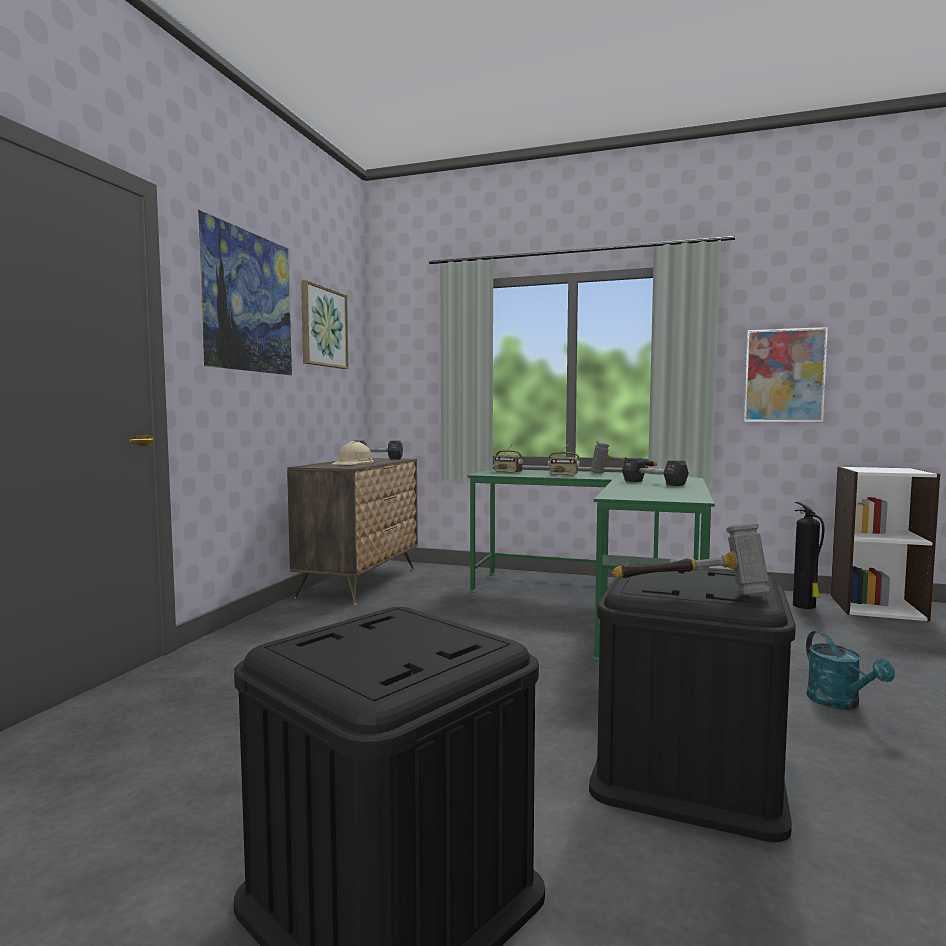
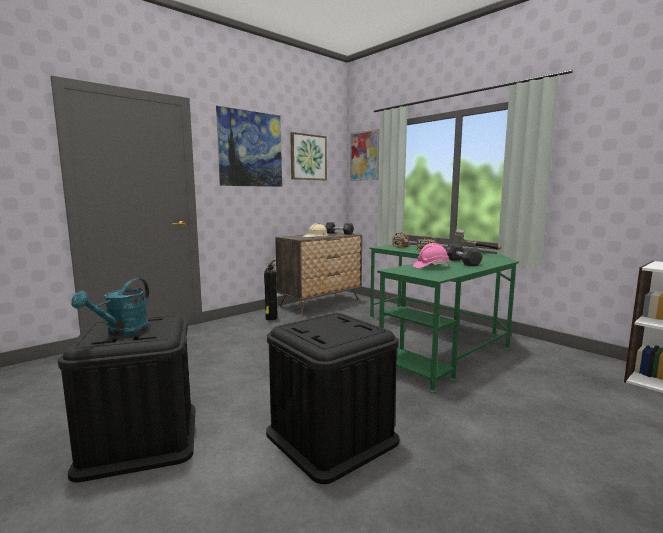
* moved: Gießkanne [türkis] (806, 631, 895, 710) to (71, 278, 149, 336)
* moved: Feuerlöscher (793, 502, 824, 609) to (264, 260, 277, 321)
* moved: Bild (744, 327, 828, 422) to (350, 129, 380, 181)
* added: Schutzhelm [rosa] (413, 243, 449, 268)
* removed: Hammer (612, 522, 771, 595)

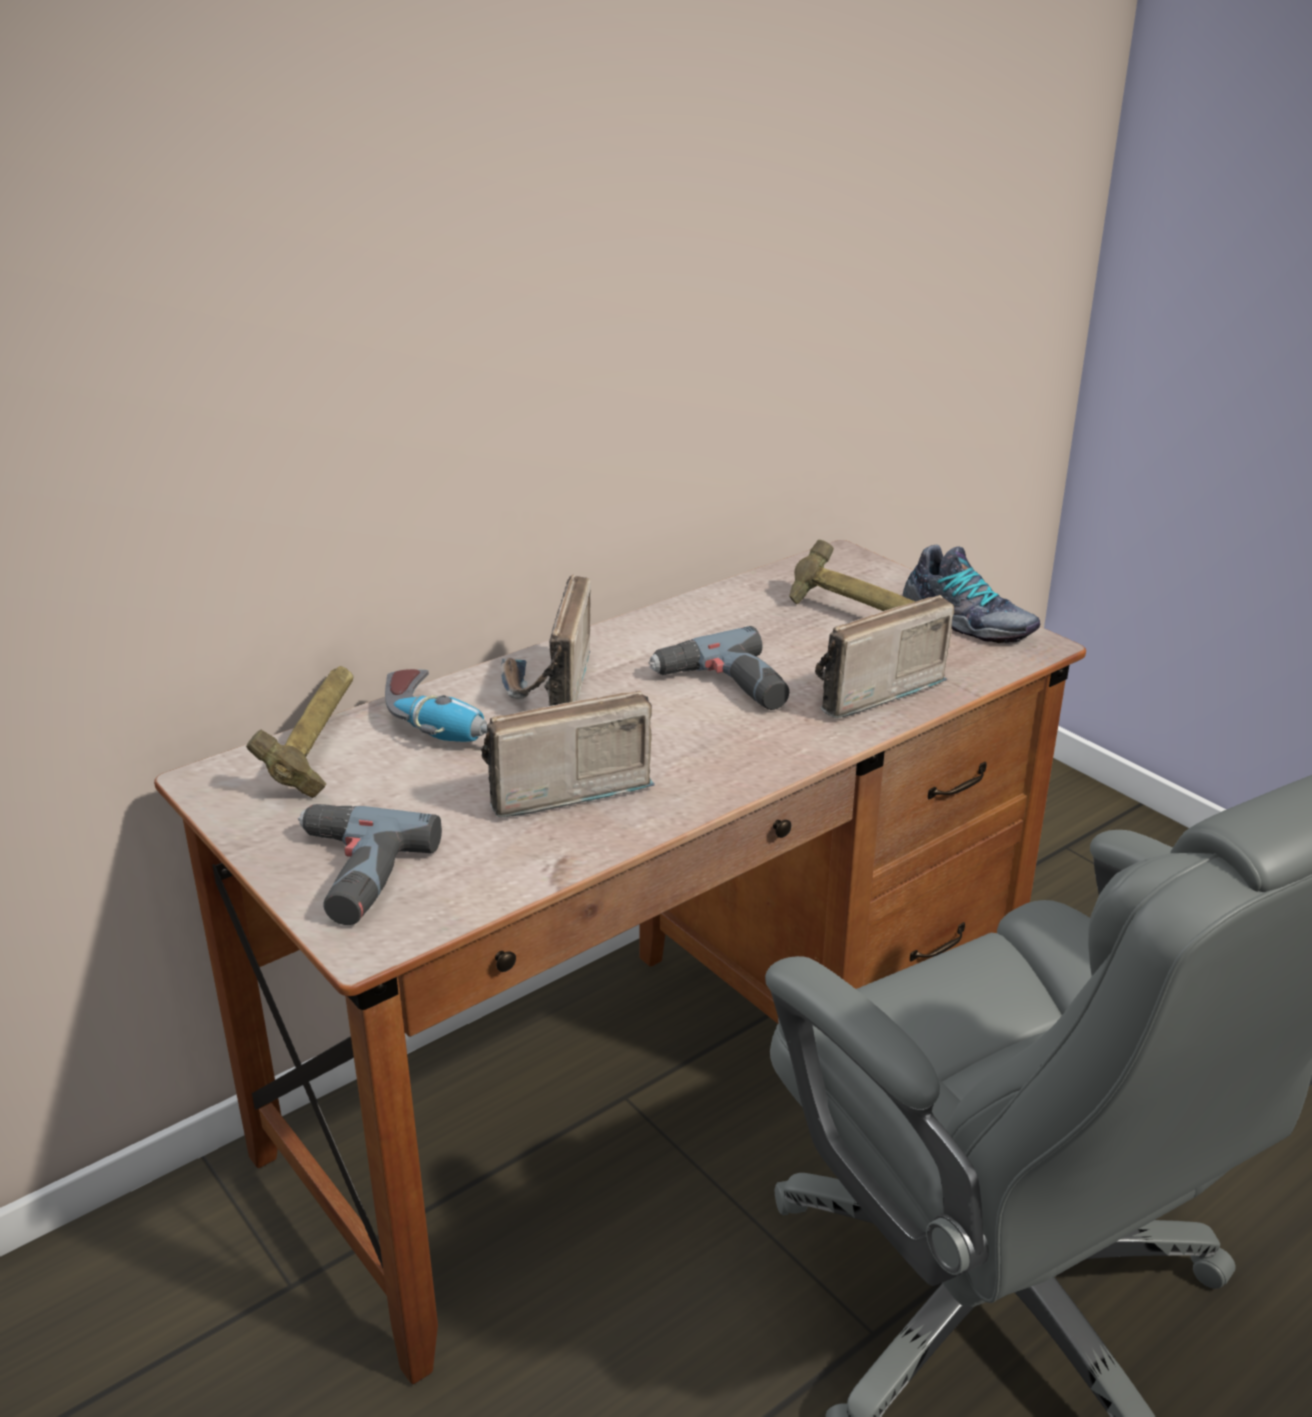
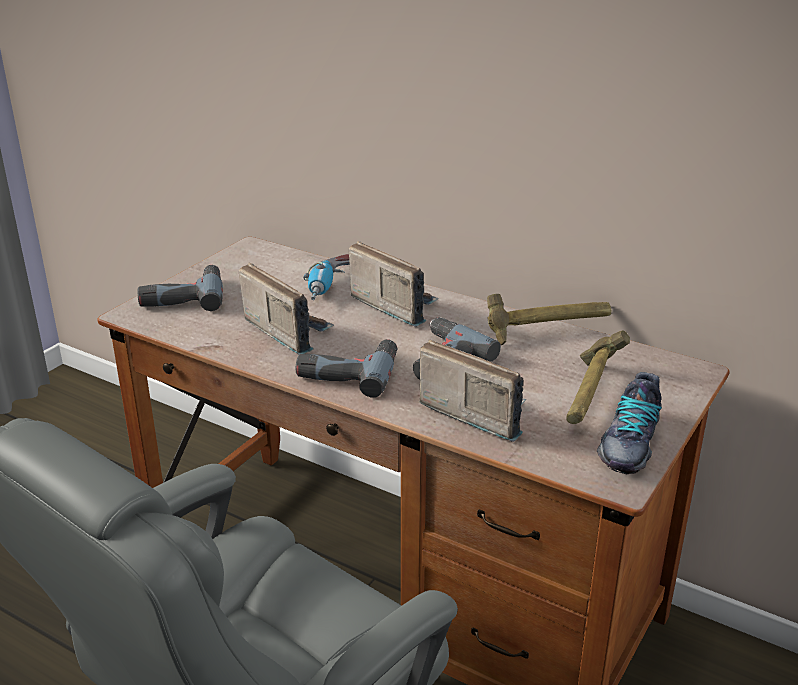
* added: Bohrmaschine (296, 339, 397, 398)
* turned: Radio (501, 575, 591, 706) = (349, 241, 439, 327) 60 degrees clockwise
* moved: Hammer (246, 666, 353, 798) to (487, 294, 611, 345)

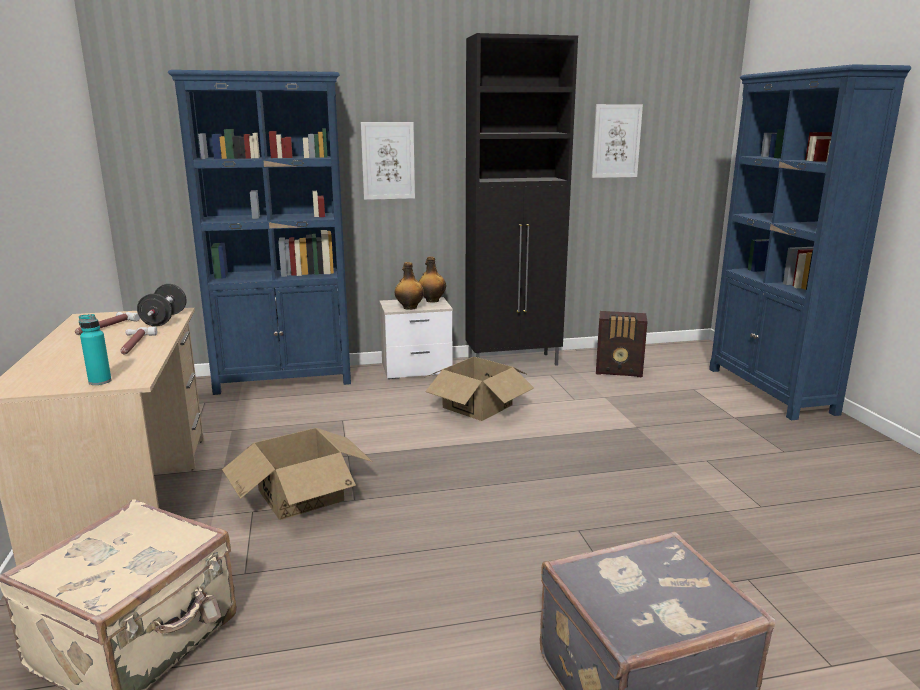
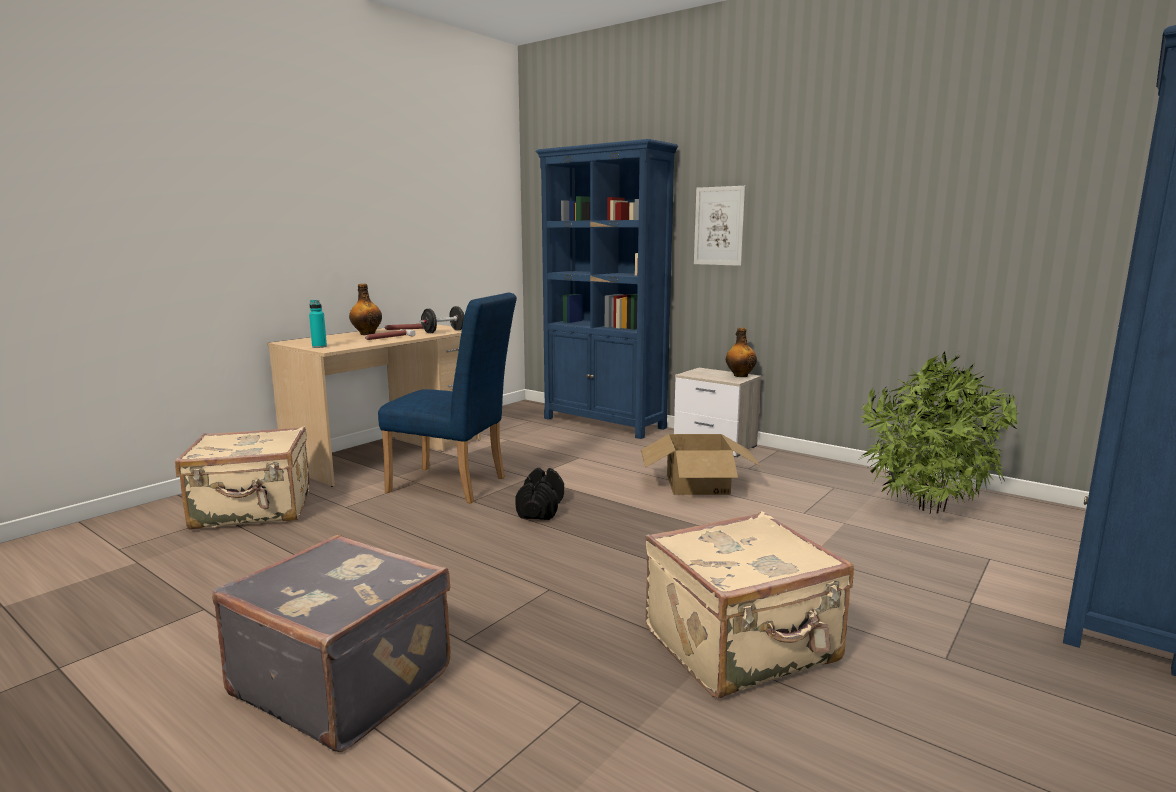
* moved: Flasche (395, 262, 424, 310) to (349, 284, 382, 335)
* replaced: Karton (222, 428, 373, 520) to Stuhl [blau] (378, 293, 517, 503)
* added: Hantel [schwarz] (515, 468, 564, 520)
* added: Koffer [beige] (646, 512, 854, 698)
* replaced: Radio (596, 311, 648, 377) to Topfpflanze (860, 350, 1019, 514)
* removed: Schrank [schwarz] (465, 33, 578, 366)
* removed: Bild (592, 104, 643, 178)

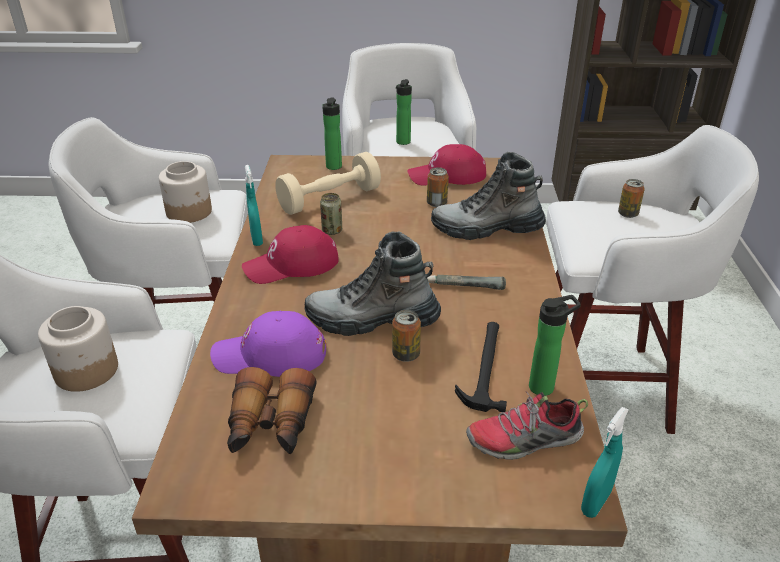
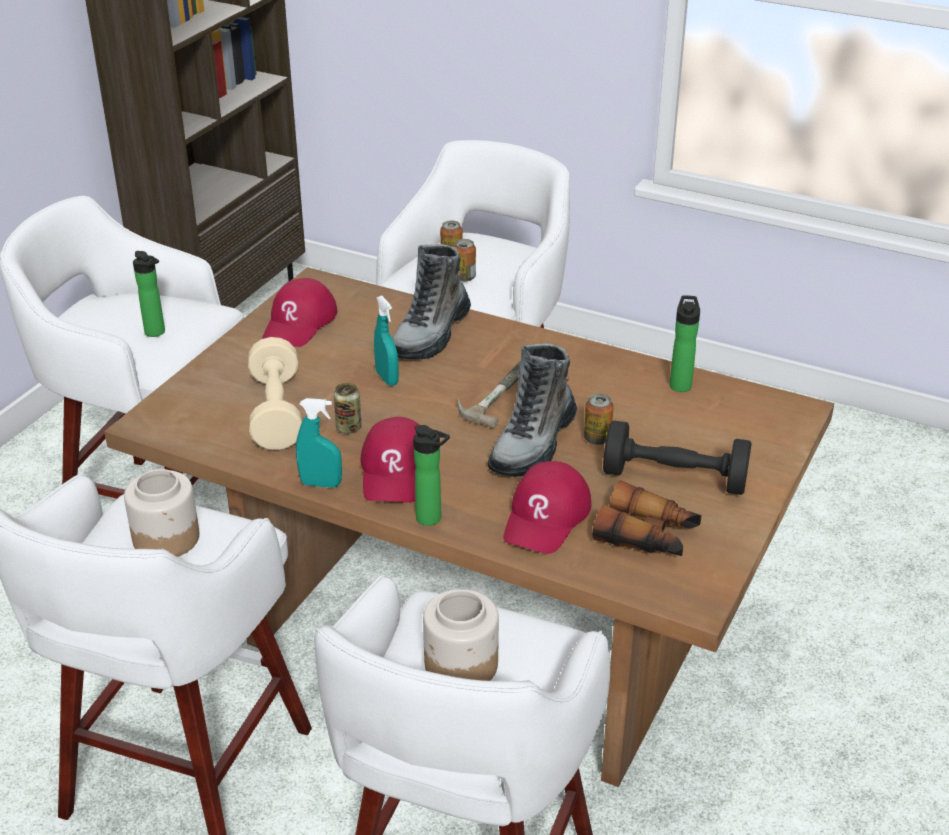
* moved: Sprühflasche [türkis] (581, 407, 629, 518) to (374, 296, 399, 386)
* moved: Flasche (322, 97, 342, 170) to (413, 425, 450, 526)
* moved: Dose (427, 167, 449, 207) to (454, 239, 476, 282)
* recoloured: Kappe [lila] (210, 311, 326, 377) to Kappe [rot] (503, 461, 592, 554)
* added: Hantel [schwarz] (603, 420, 752, 495)
* removed: Hammer (455, 322, 507, 412)
* removed: Schuh (466, 391, 588, 460)

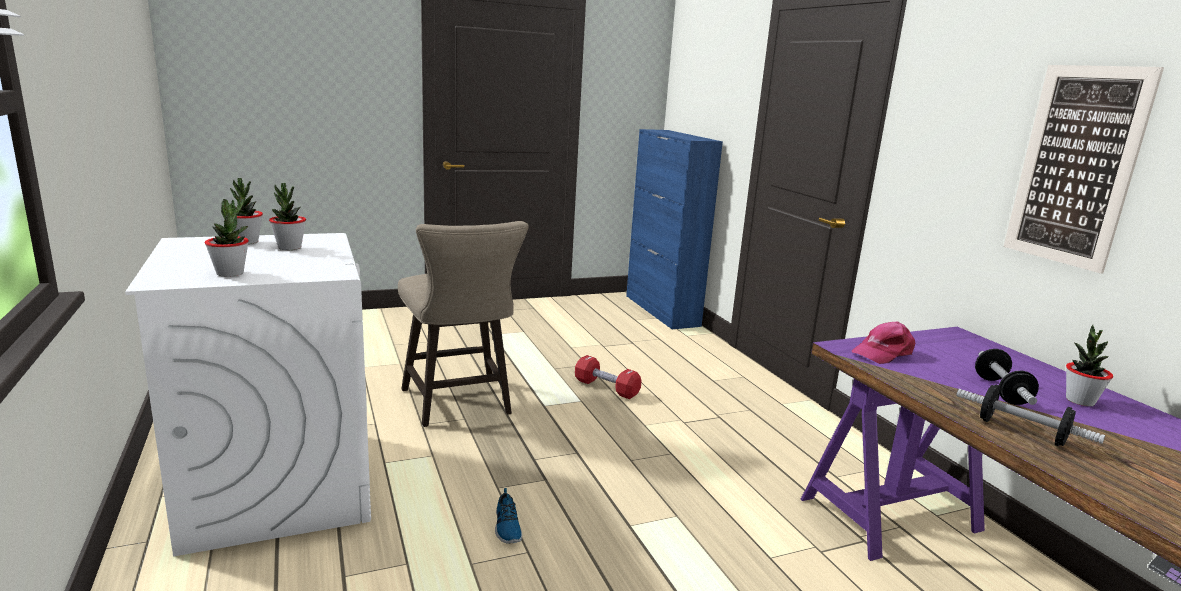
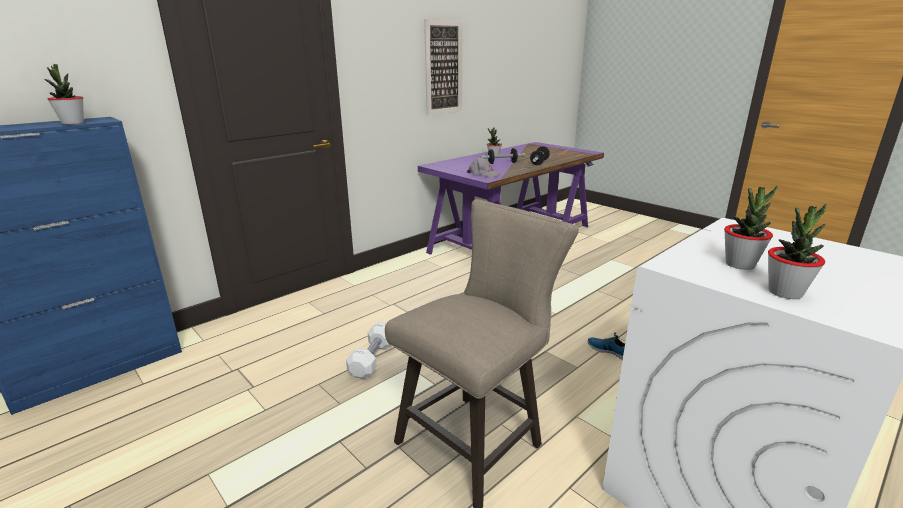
* moved: Topfpflanze (205, 199, 249, 277) to (44, 64, 84, 125)
* recoloured: Hantel [rot] (575, 355, 641, 399) to Hantel [weiß] (346, 322, 390, 379)
* recoloured: Kappe [rosa] (852, 321, 915, 364) to Kappe [grau] (467, 157, 501, 178)
* turned: Schuh (495, 488, 522, 544) = (588, 333, 625, 360) 105 degrees counterclockwise

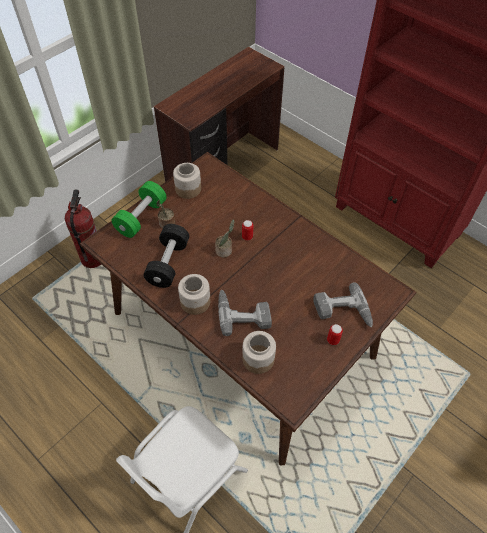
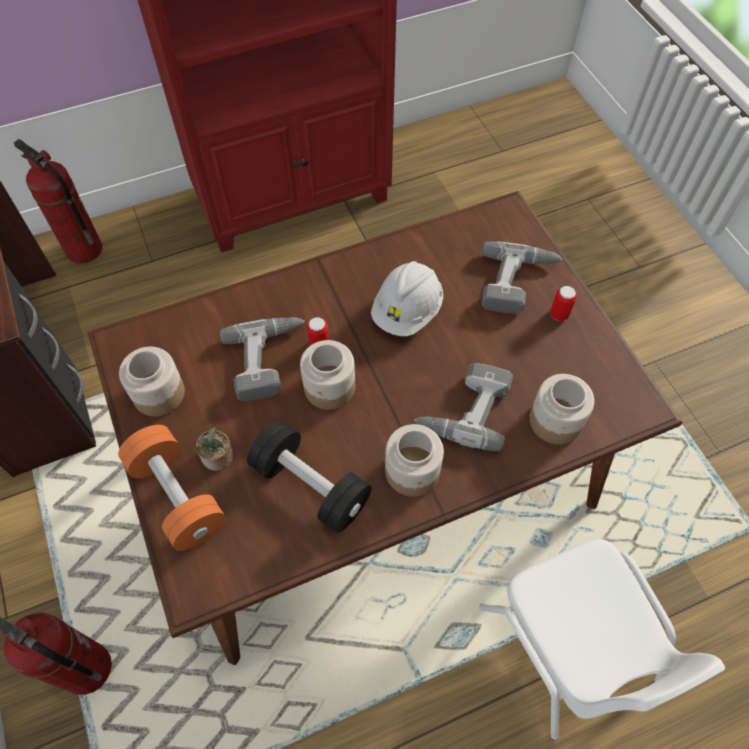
* added: Feuerlöscher (14, 139, 103, 263)
* recoloured: Hantel [grün] (112, 181, 167, 238) to Hantel [orange] (118, 425, 226, 551)
* added: Bohrmaschine (220, 317, 305, 401)
* replaced: Topfpflanze (215, 219, 235, 257) to Vorratsglas (300, 340, 355, 410)
* added: Schutzhelm [weiß] (371, 261, 443, 336)

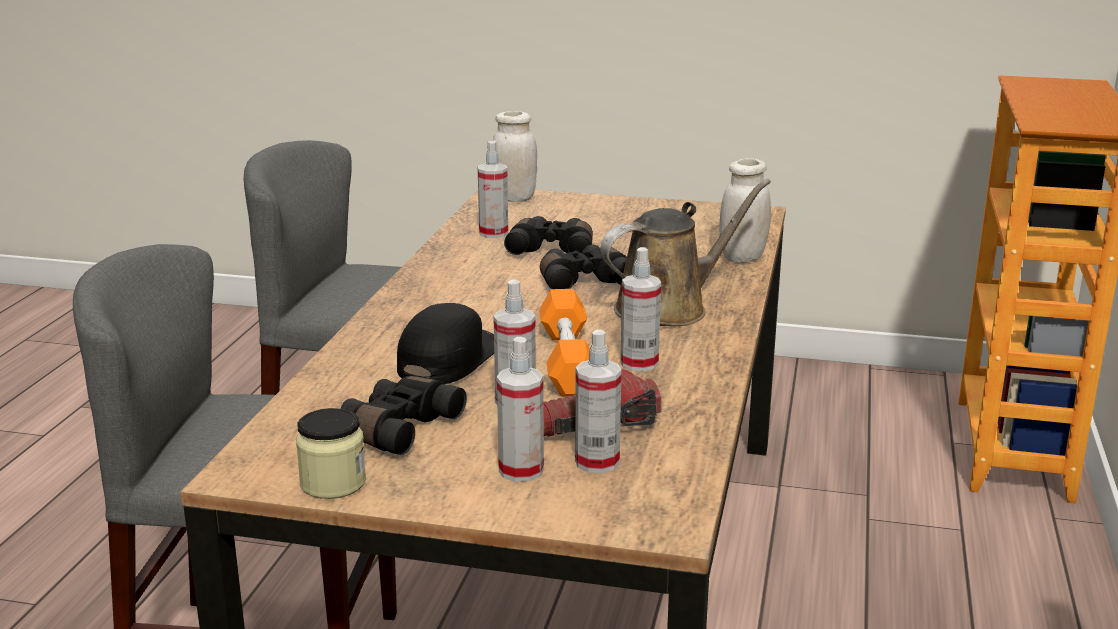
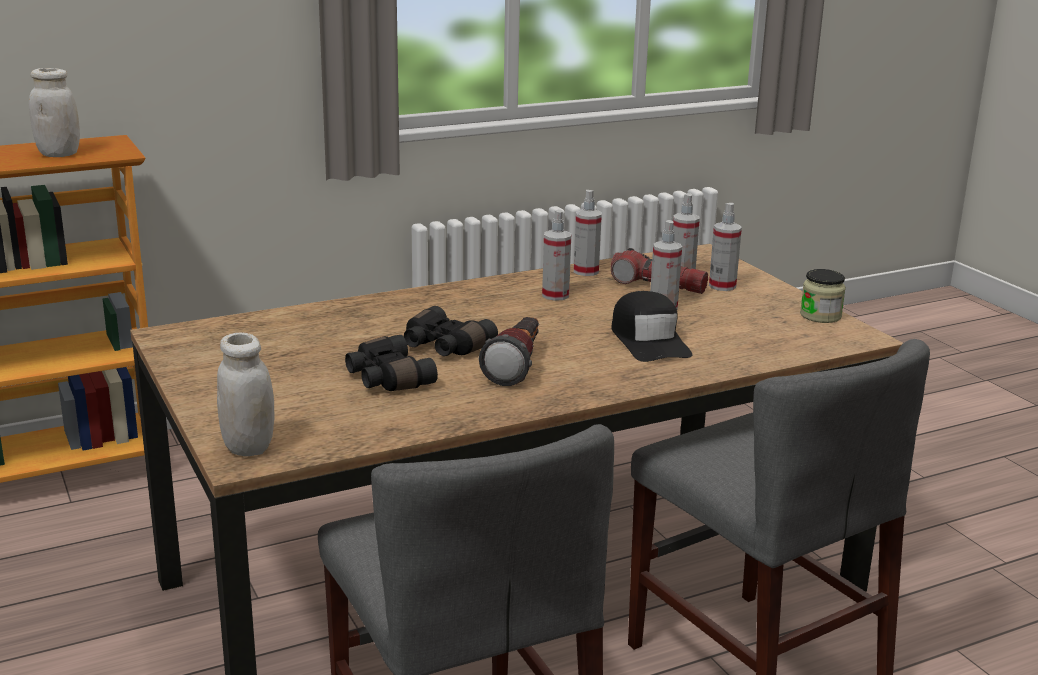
* moved: Vorratsglas [weiß] (719, 158, 771, 263) to (29, 68, 80, 157)
* added: Taschenlampe (479, 317, 539, 386)
* moved: Sprühflasche (478, 141, 508, 238) to (574, 190, 602, 276)
* turned: Kappe [schwarz] (397, 303, 494, 384) = (612, 291, 692, 362) 90 degrees counterclockwise
* removed: Fernglas [schwarz] (341, 376, 467, 455)
* removed: Hantel [orange] (539, 289, 590, 397)
* removed: Gießkanne [braun] (600, 179, 771, 326)

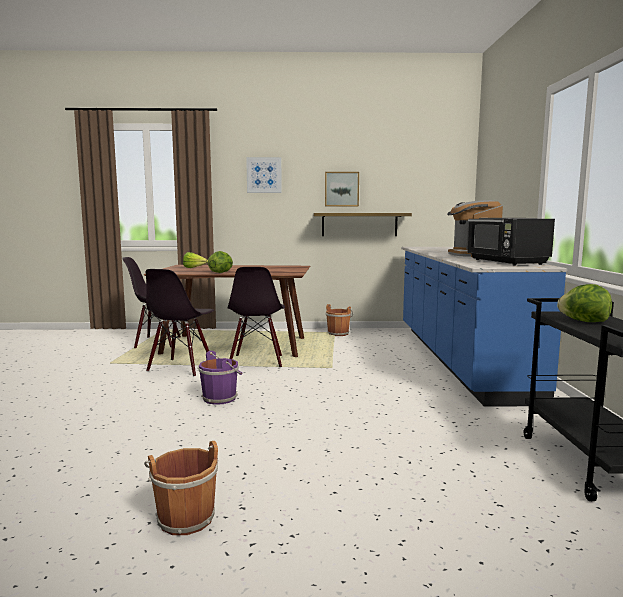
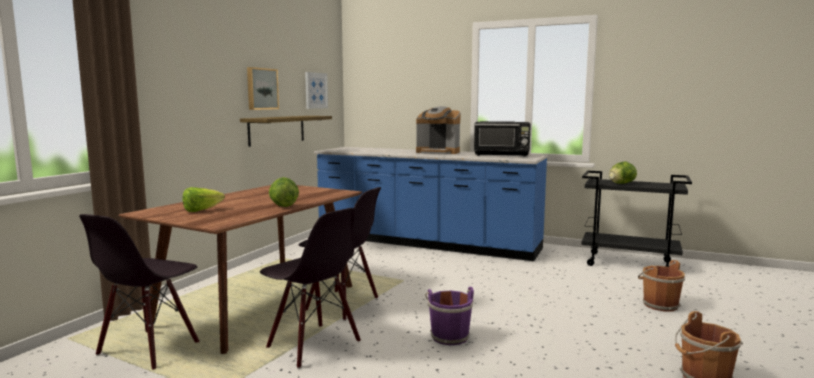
* moved: Bild (246, 157, 282, 193) to (305, 72, 328, 109)
* moved: Eimer [braun] (326, 304, 353, 336) to (638, 260, 685, 311)

